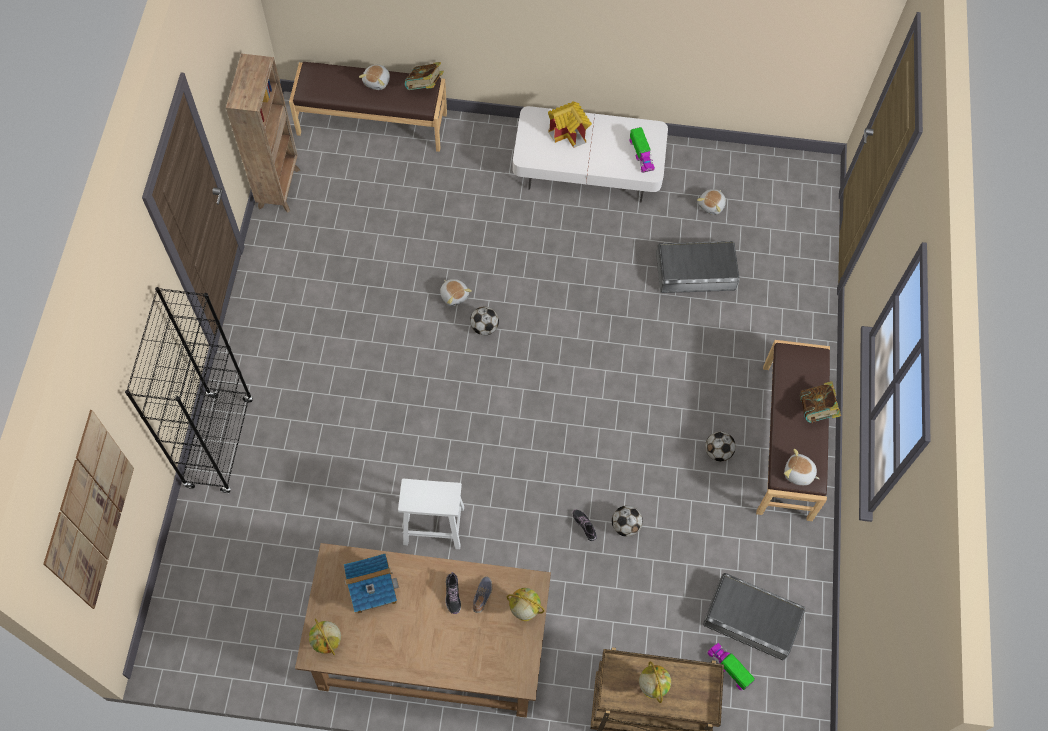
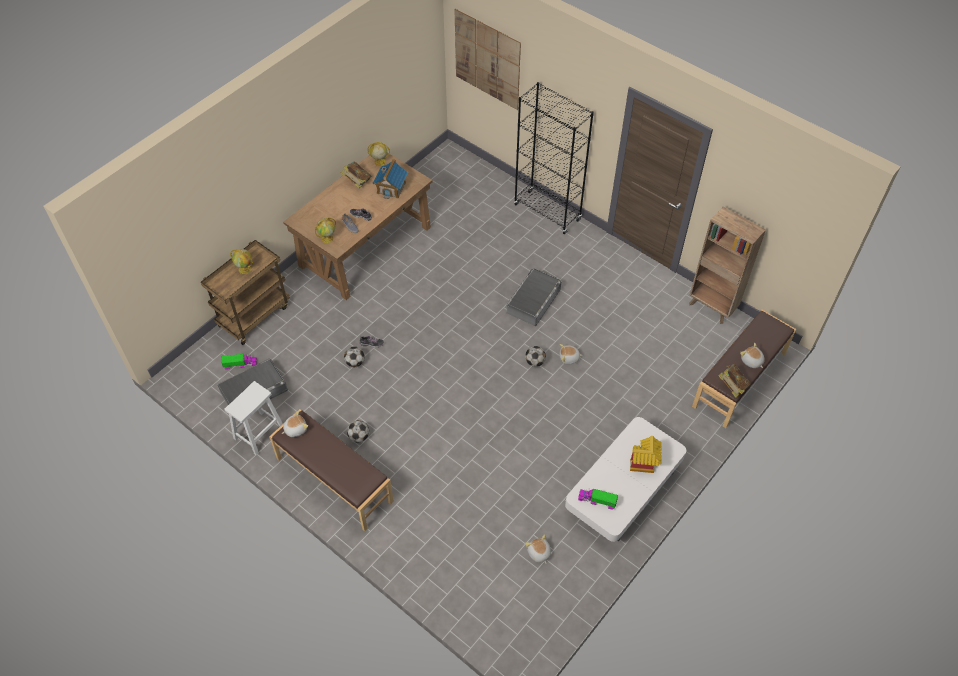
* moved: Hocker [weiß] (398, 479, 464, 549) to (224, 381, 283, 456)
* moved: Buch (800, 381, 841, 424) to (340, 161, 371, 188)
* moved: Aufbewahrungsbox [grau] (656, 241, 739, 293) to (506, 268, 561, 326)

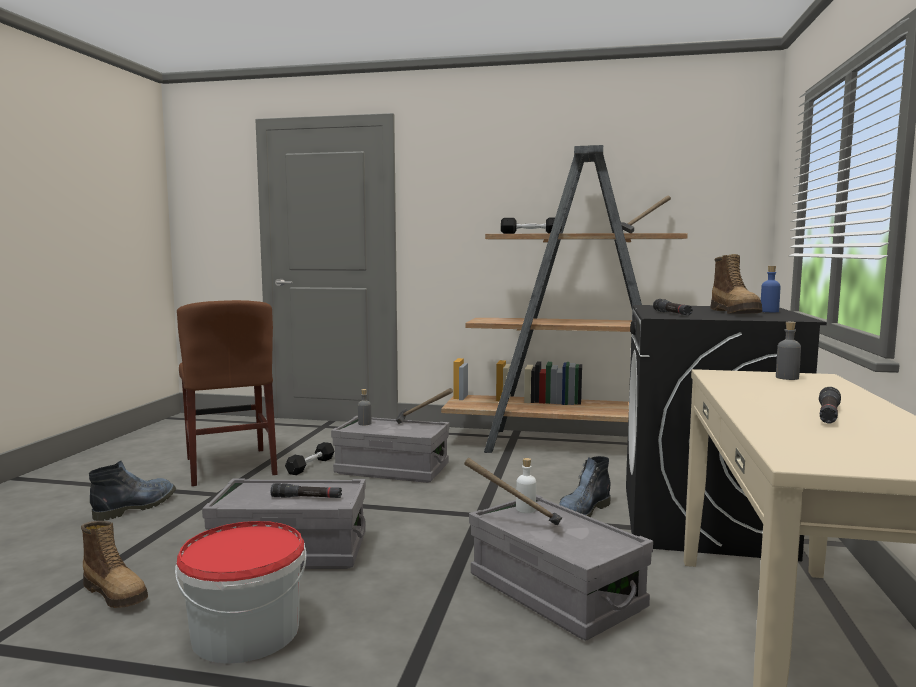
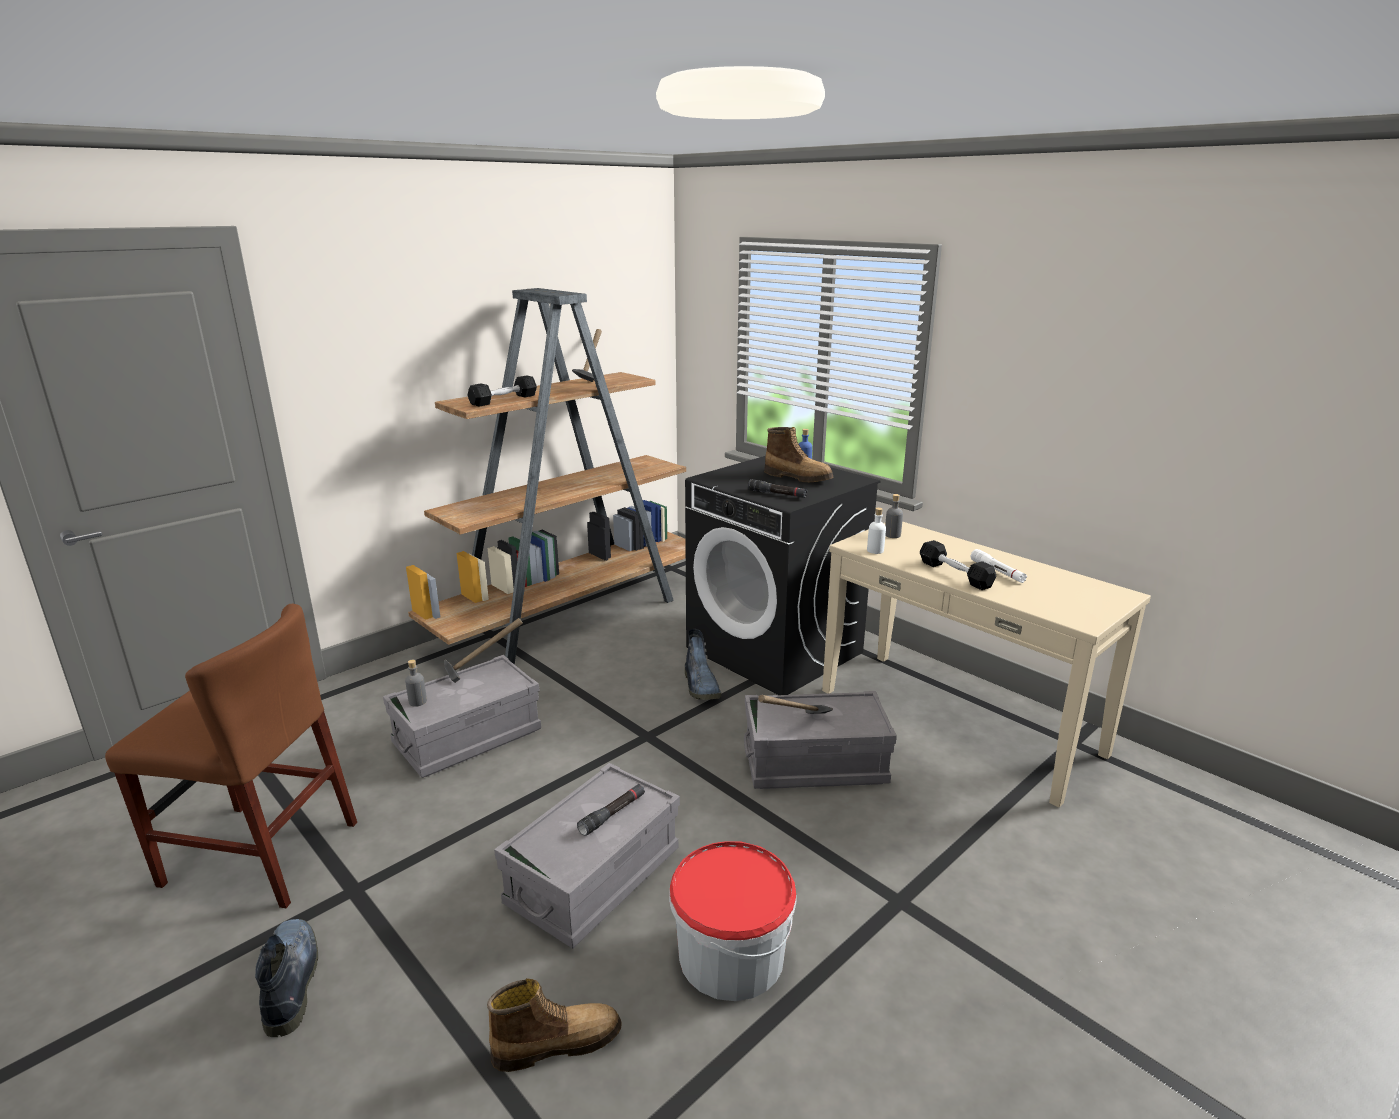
* moved: Flasche [weiß] (516, 458, 536, 513) to (867, 508, 886, 554)
* moved: Hantel [schwarz] (285, 442, 335, 475) to (920, 540, 996, 590)
* recoloured: Taschenlampe [schwarz] (819, 387, 841, 423) to Taschenlampe [weiß] (971, 549, 1027, 583)

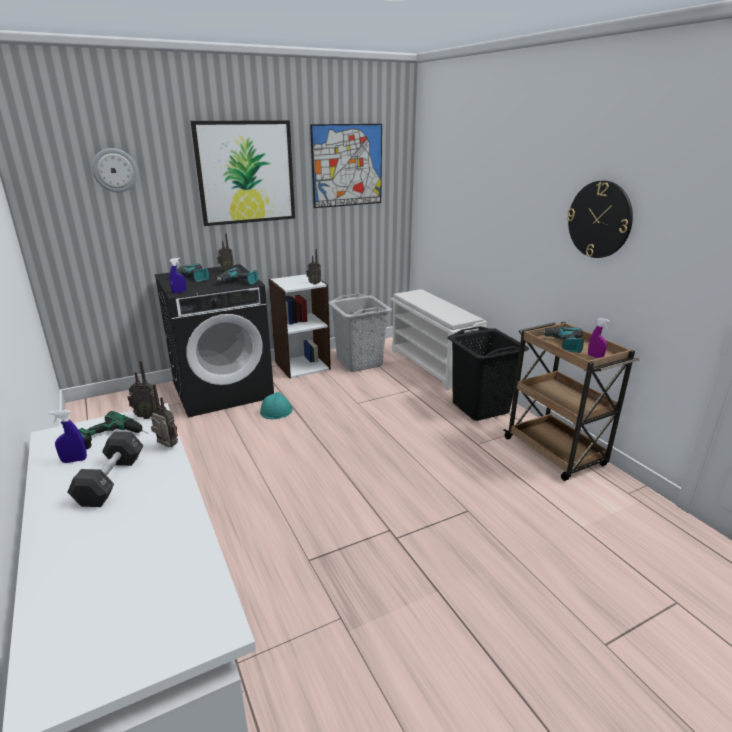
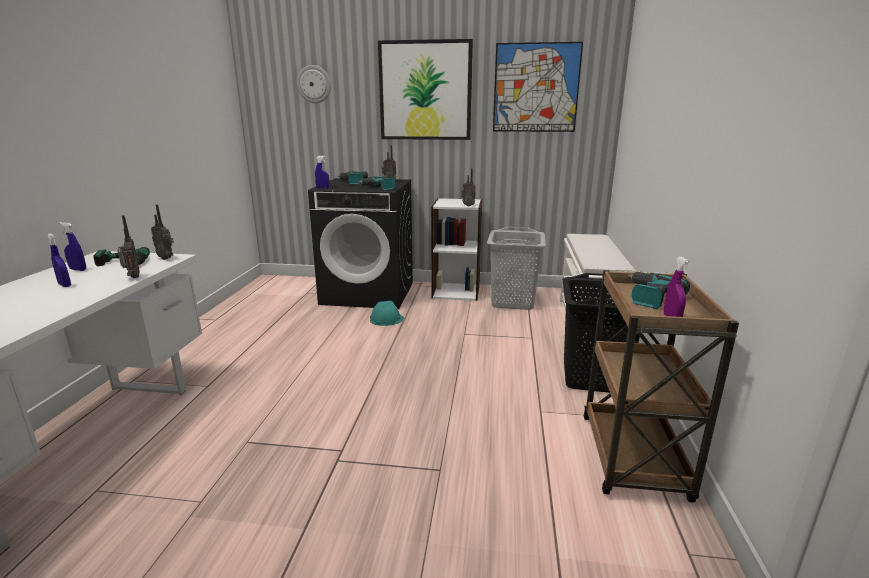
* replaced: Hantel [schwarz] (67, 432, 143, 507) to Sprühflasche [blau] (48, 234, 71, 287)
* removed: Wanduhr (567, 181, 633, 258)

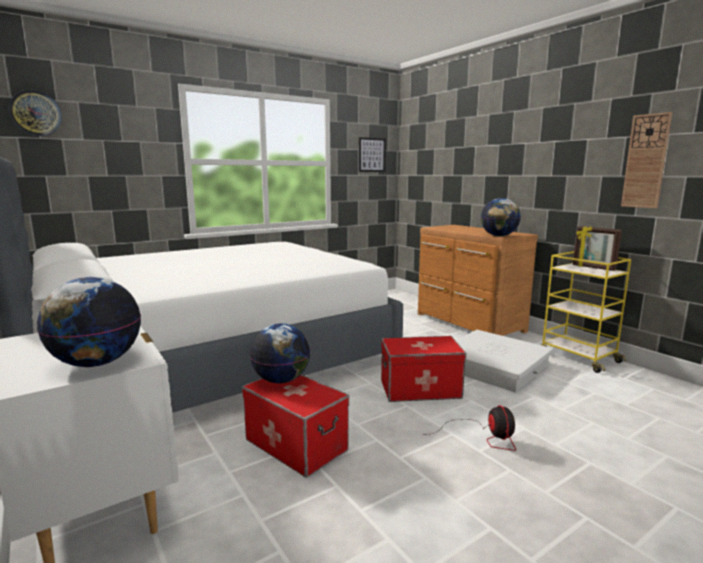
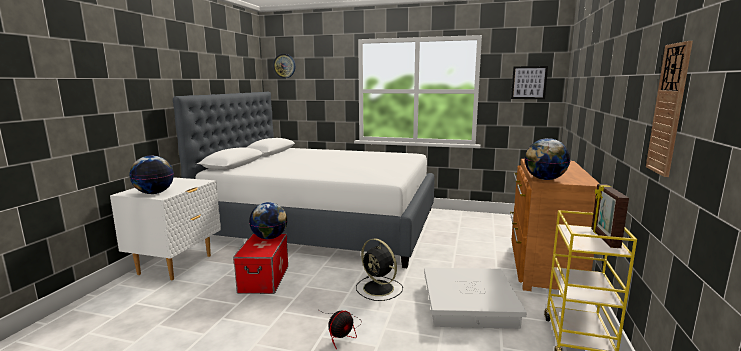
* replaced: Aufbewahrungsbox (381, 336, 466, 402) to Ventilator [schwarz] (356, 238, 403, 301)

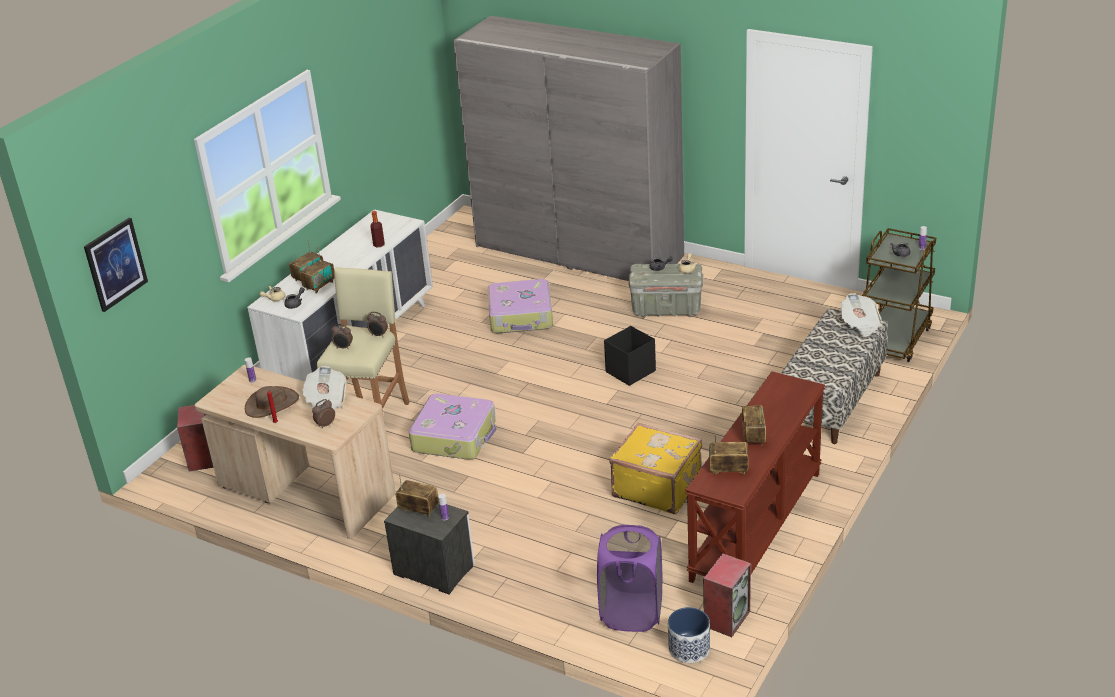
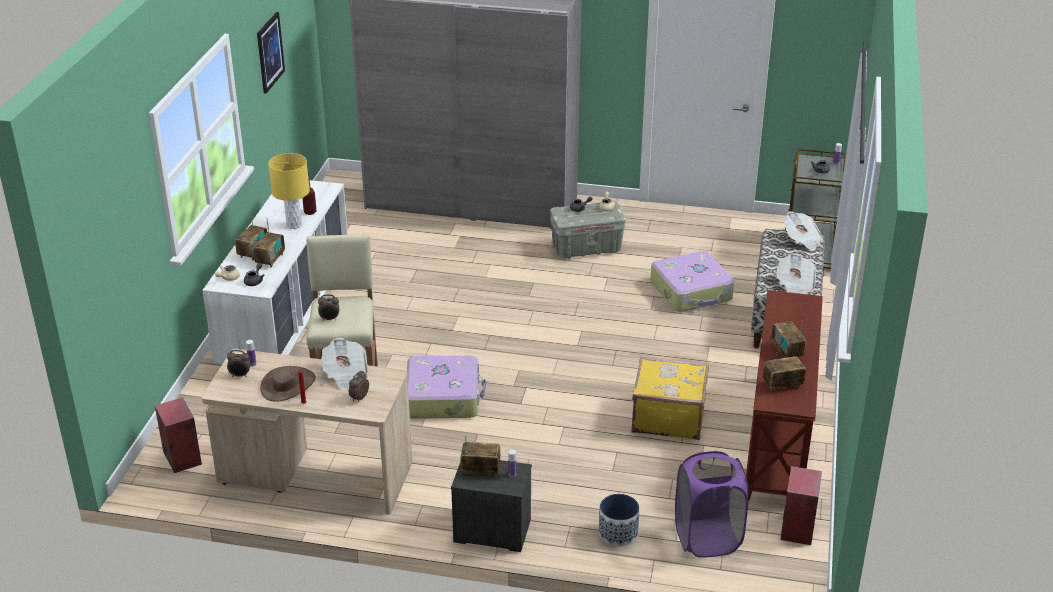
* moved: Wecker (367, 312, 388, 337) to (227, 350, 251, 377)
* moved: Bild (84, 218, 148, 312) to (257, 12, 285, 94)
* added: Tischlampe [gelb] (268, 153, 310, 229)
* moved: Pflanzkübel (668, 607, 710, 663) to (599, 494, 640, 546)
* moved: Koffer (488, 279, 553, 333) to (650, 251, 734, 312)
* added: Zeitung (776, 253, 817, 294)
* removed: Aufbewahrungsbox [schwarz] (604, 326, 656, 386)

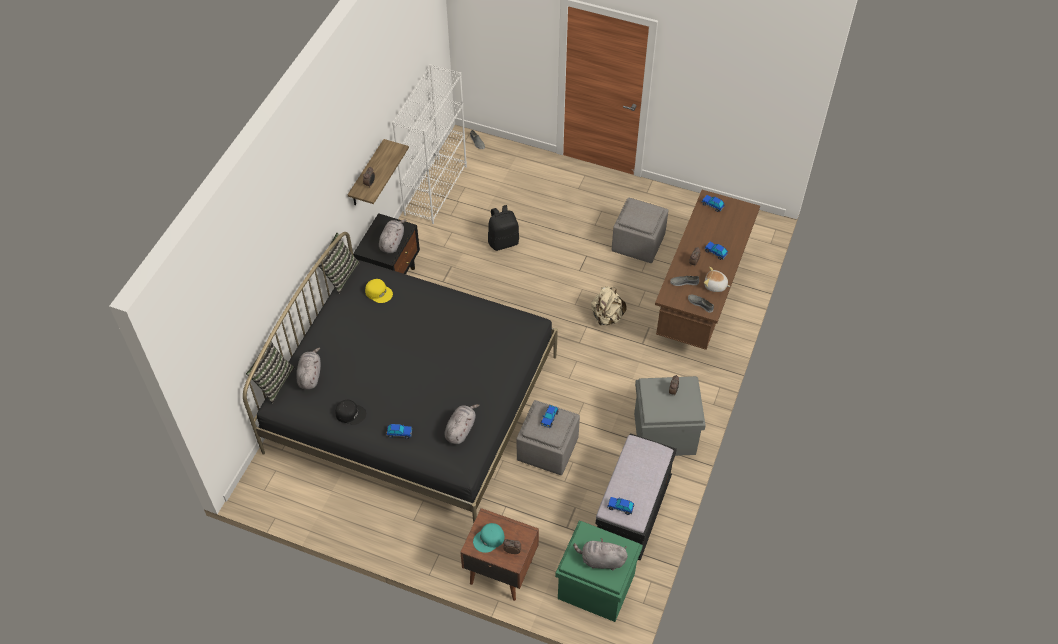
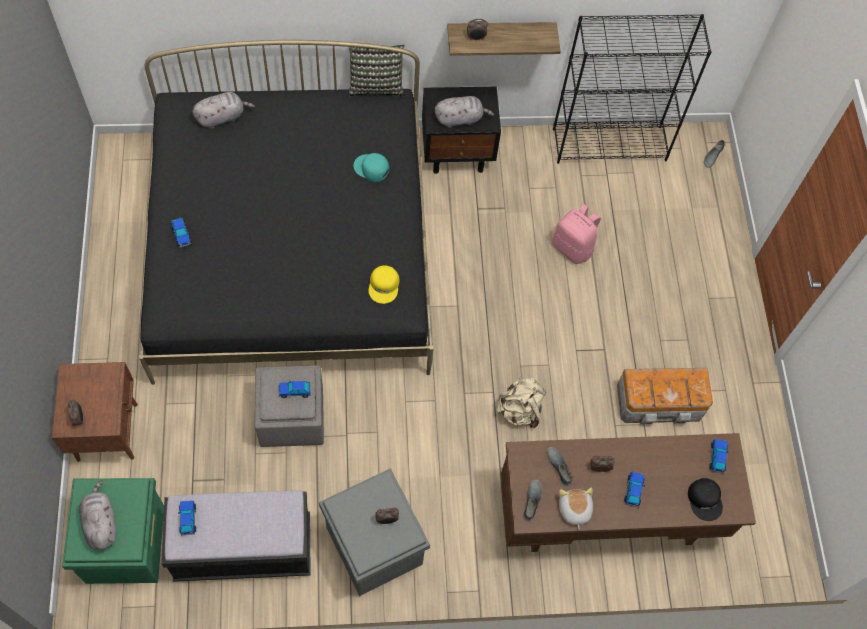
* moved: Kappe [türkis] (473, 523, 505, 553) to (353, 153, 390, 182)
* moved: Kappe [gelb] (365, 279, 393, 303) to (369, 265, 400, 304)
* recoloured: Bücherregal [weiß] (392, 64, 467, 224) to Bücherregal [schwarz] (553, 14, 712, 164)
* recoloured: Rucksack [schwarz] (488, 205, 519, 251) to Rucksack [rosa] (553, 204, 601, 264)
* replaced: Polsterhocker [grau] (612, 198, 669, 263) to Aufbewahrungsbox (617, 368, 713, 424)
* moved: Kappe [schwarz] (335, 400, 366, 425) to (688, 478, 723, 521)
* removed: Kissen (246, 341, 295, 404)
* removed: Plüschtier [grau] (444, 404, 480, 444)

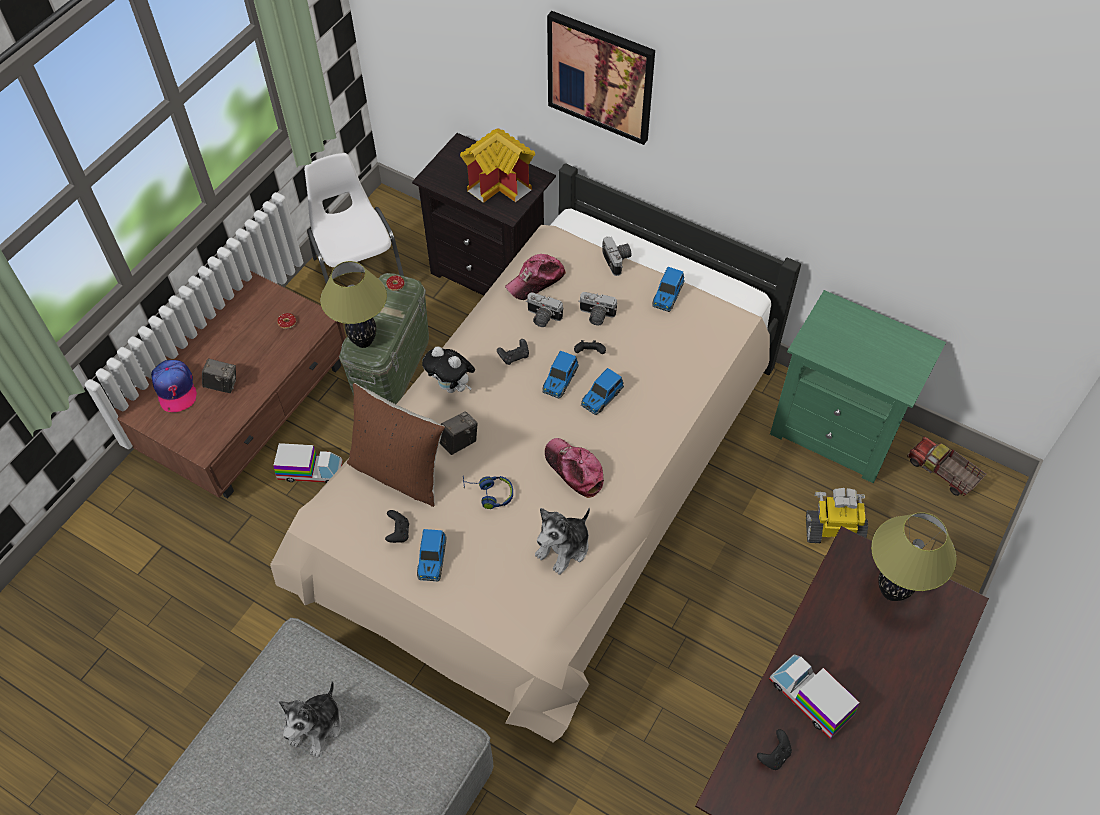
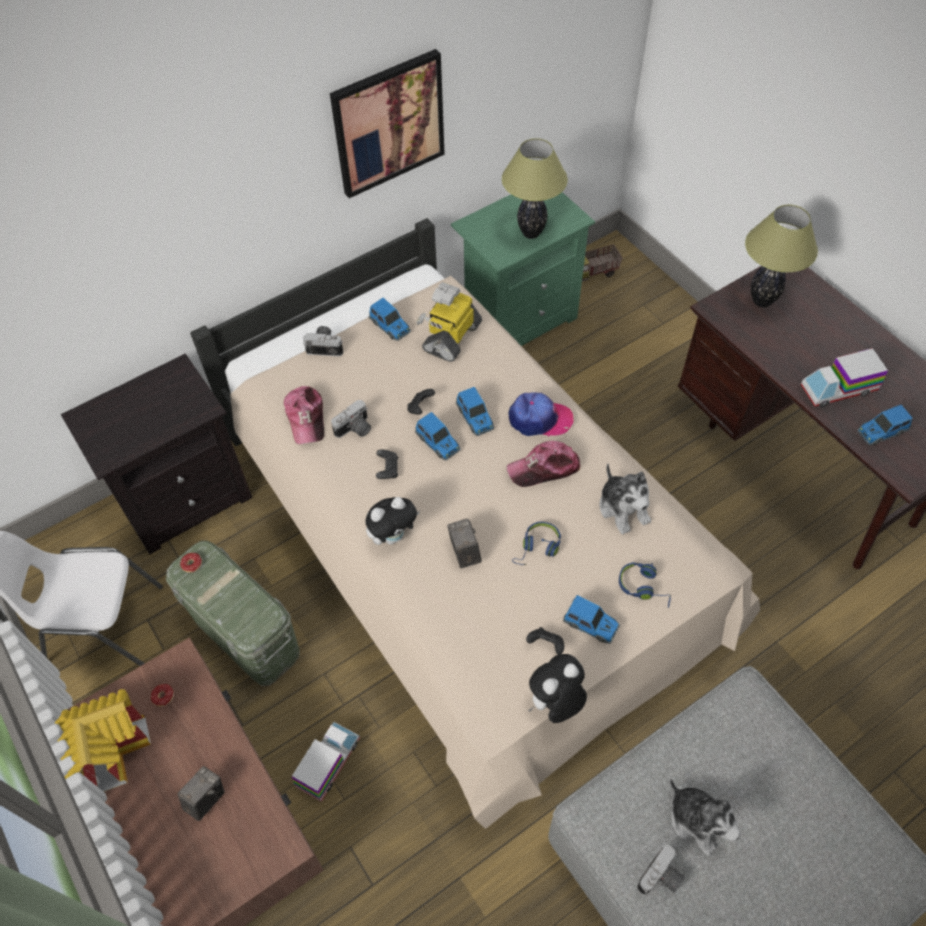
* moved: Spielzeughaus (460, 129, 535, 203) to (55, 689, 151, 792)
* moved: Bild (547, 11, 655, 145) to (330, 49, 445, 198)
* moved: Spielzeugroboter (806, 488, 868, 543) to (416, 282, 482, 362)
* moved: Tischlampe (320, 261, 387, 348) to (502, 138, 568, 239)
* moved: Kappe (151, 360, 197, 412) to (509, 392, 574, 436)
* added: Plüschtier (528, 654, 587, 723)
* added: Kopfhörer [blau] (619, 562, 671, 608)
* moved: Kamera (578, 292, 617, 325) to (637, 845, 685, 895)
* replaced: Gamepad [schwarz] (757, 729, 792, 770) to Spielzeugauto (857, 405, 912, 445)
* removed: Kissen [braun] (347, 383, 445, 507)

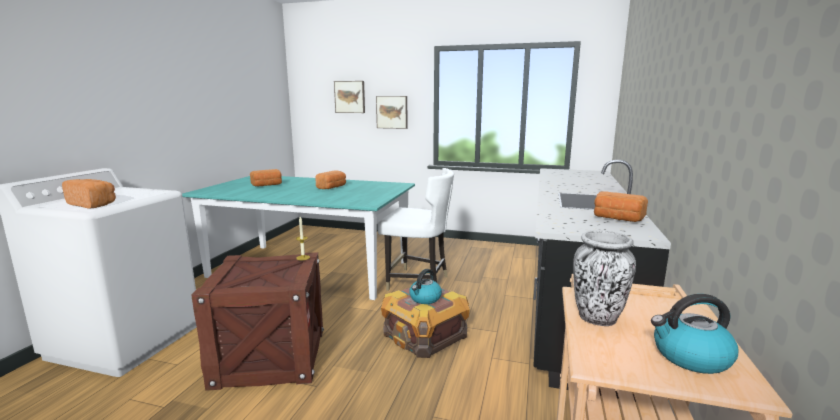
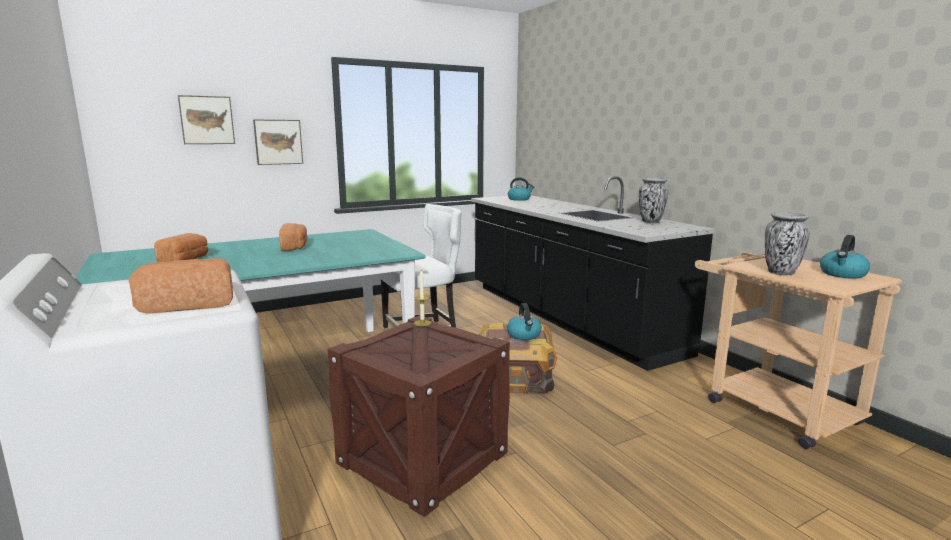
* added: Wasserkessel (508, 177, 534, 201)
* replaced: Brot (594, 191, 648, 222) to Vase (639, 177, 668, 223)

